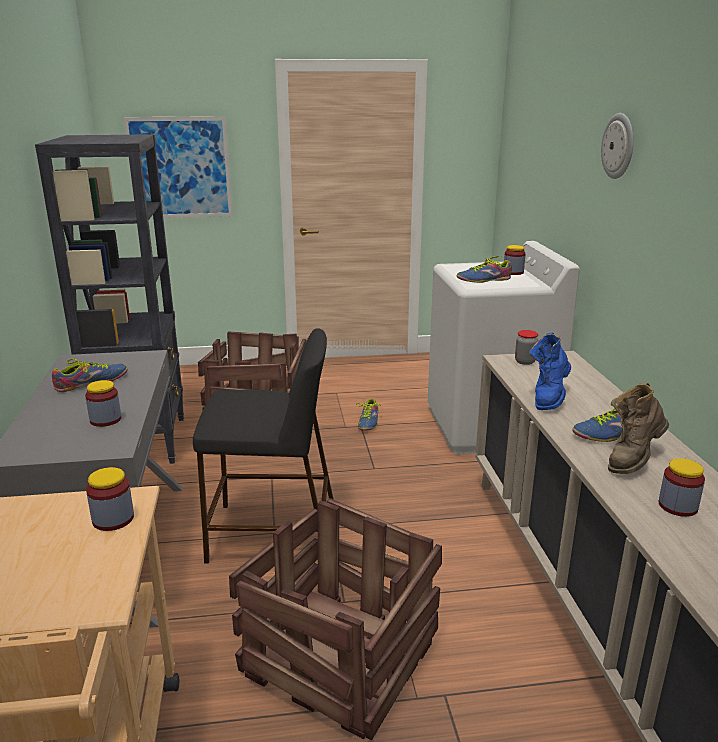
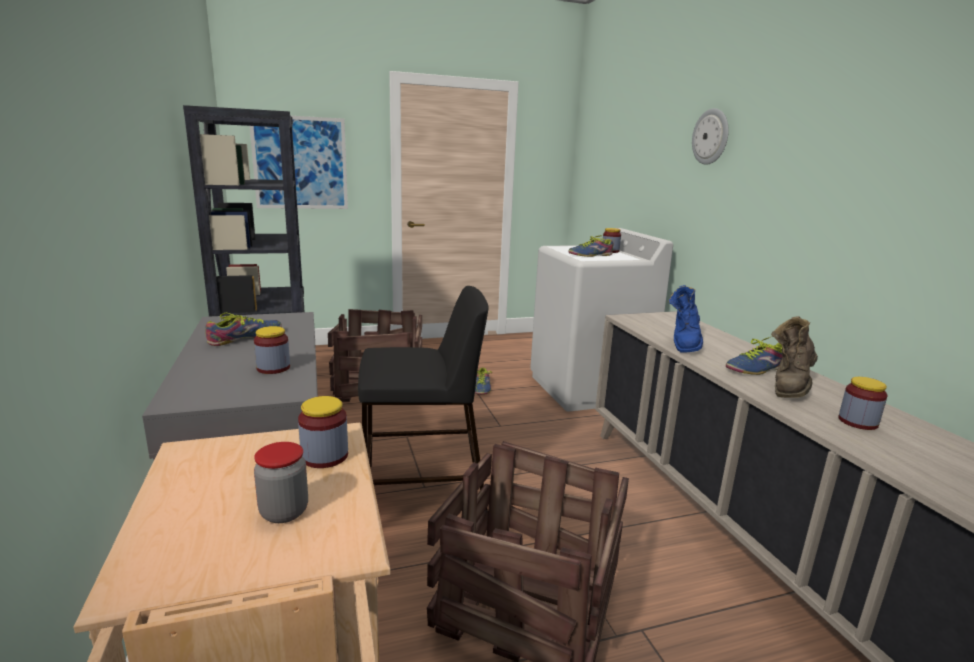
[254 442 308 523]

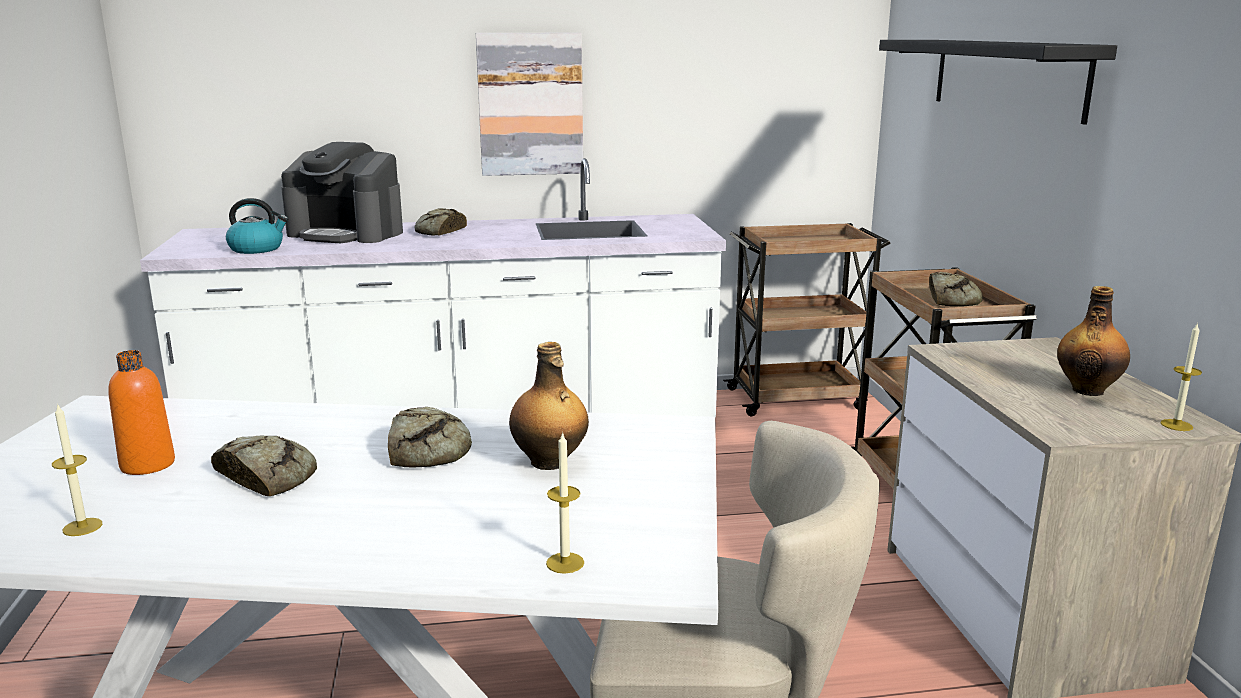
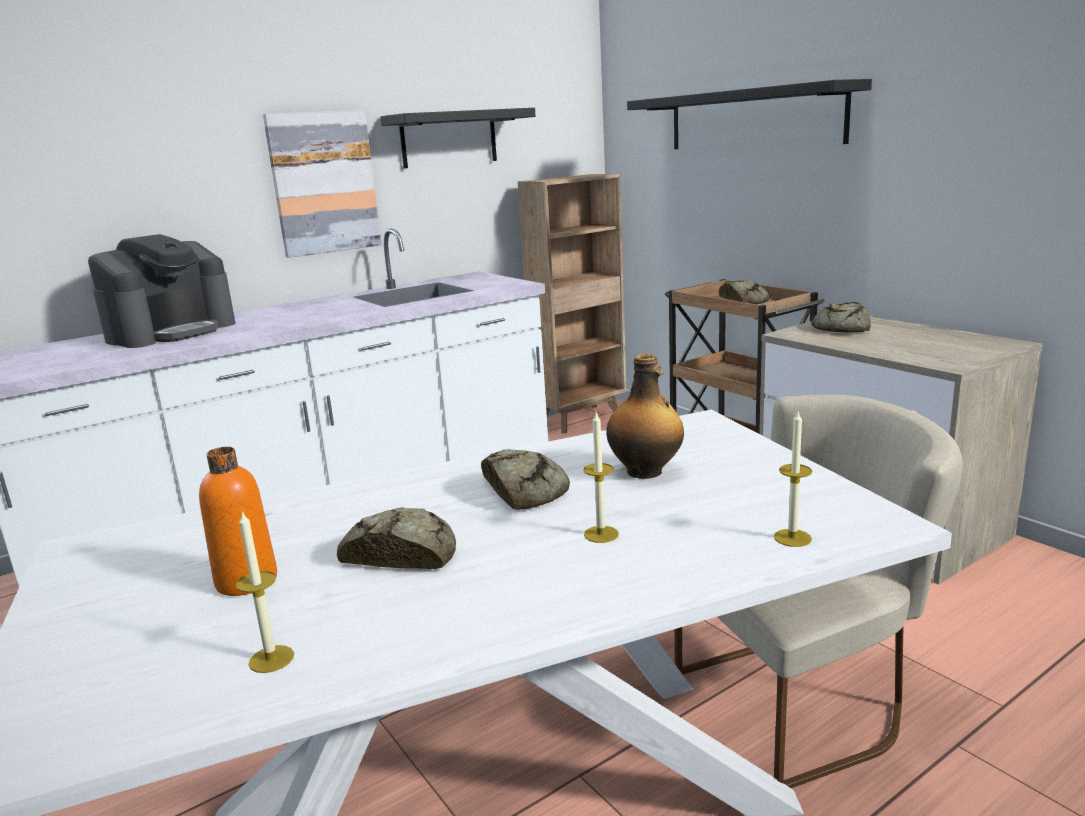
[88 234 235 348]
[380 108 535 169]
[518 174 626 434]
[583 413 619 543]
[811 302 871 332]
[226 198 288 254] (first image)
[1057 286 1130 396] (first image)

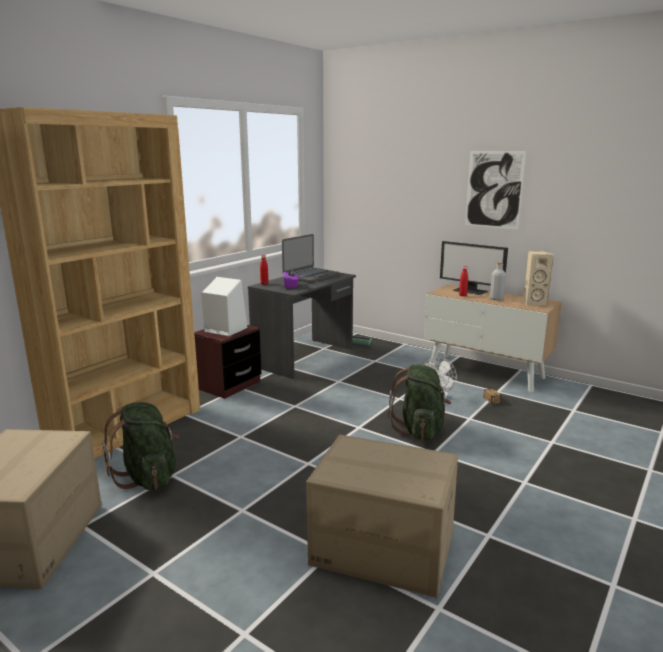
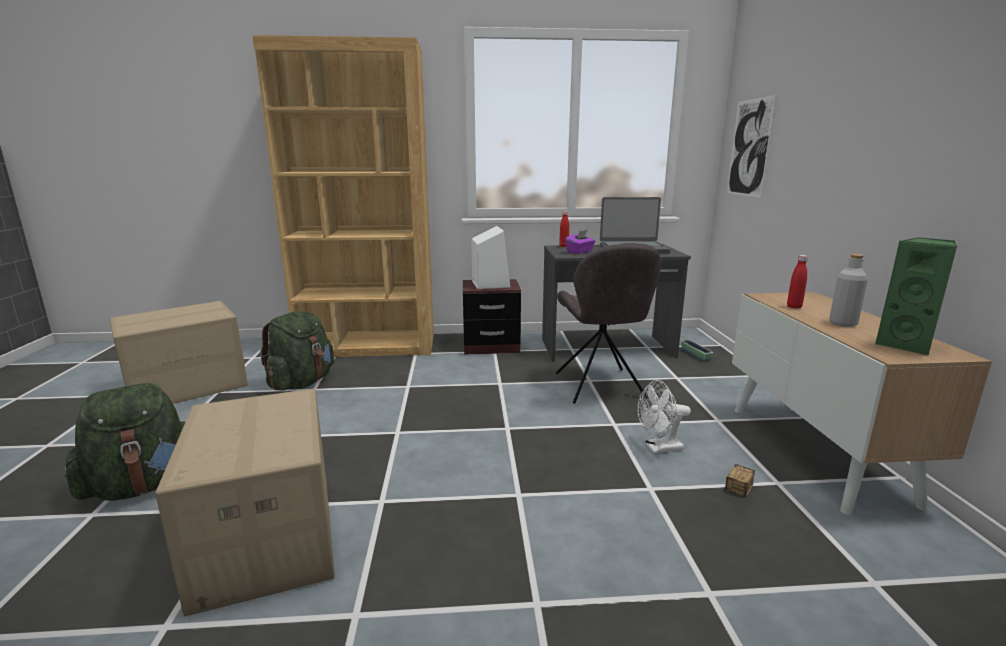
[65 383 185 501]
[556 243 661 404]
[727 95 776 198]
[875 237 957 355]
[440 241 508 295] (first image)

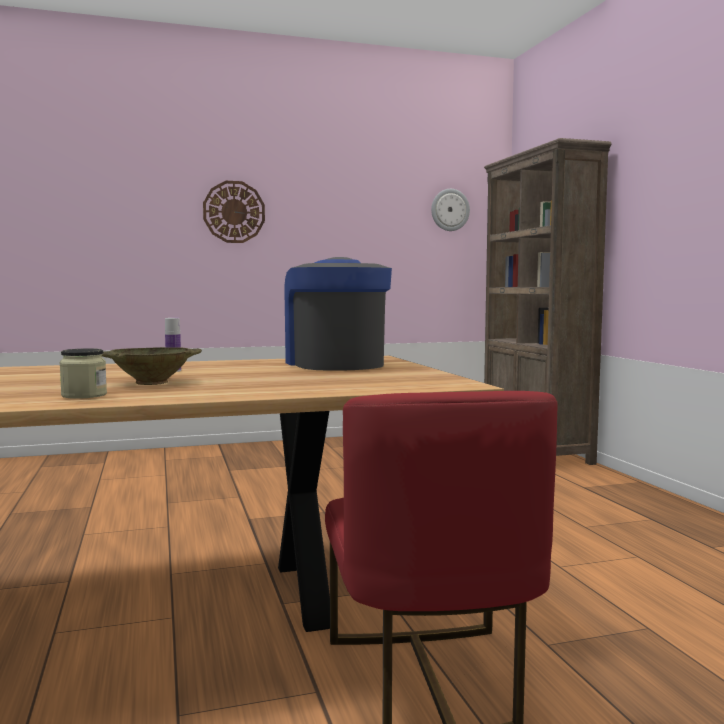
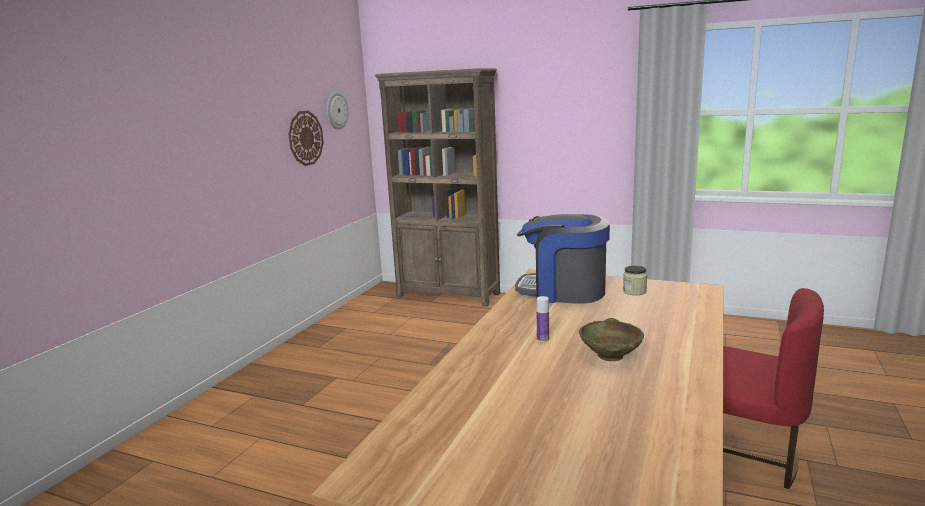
[288 111 324 166]
[623 265 647 295]

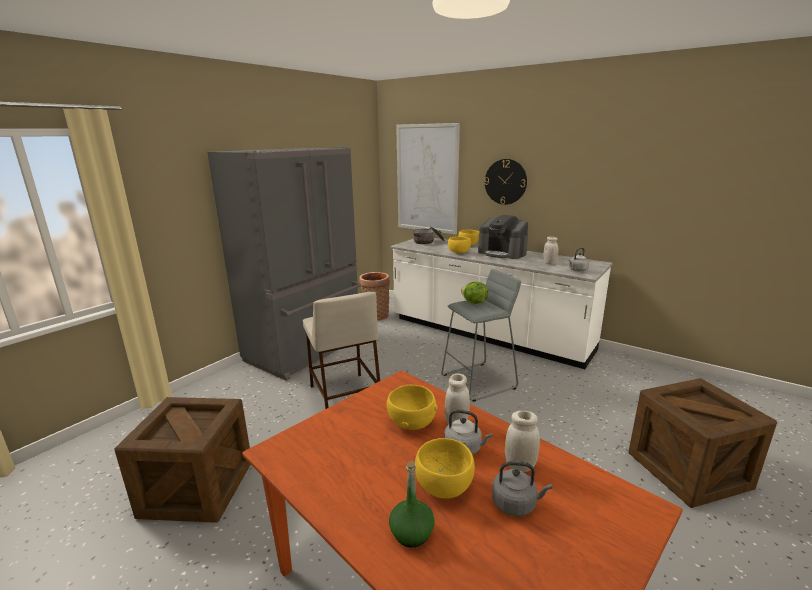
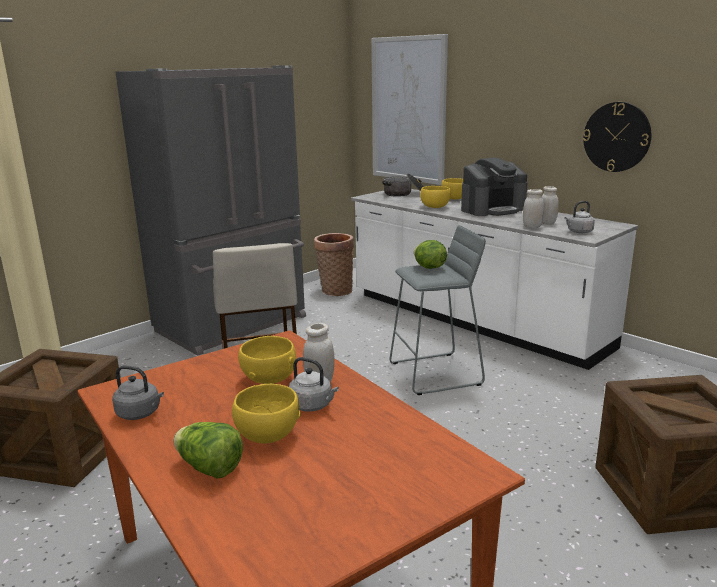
[112 365 164 420]
[173 422 243 479]
[461 158 528 216]
[523 189 544 228]
[583 102 651 172]

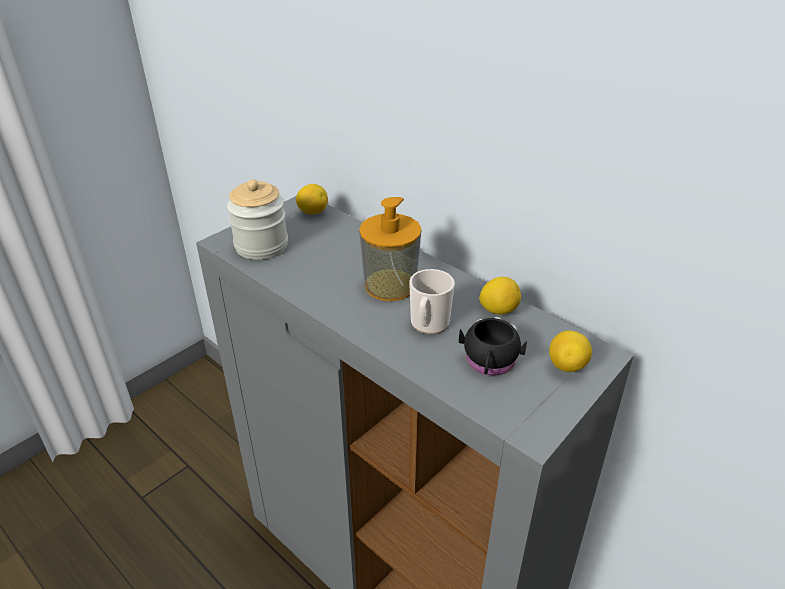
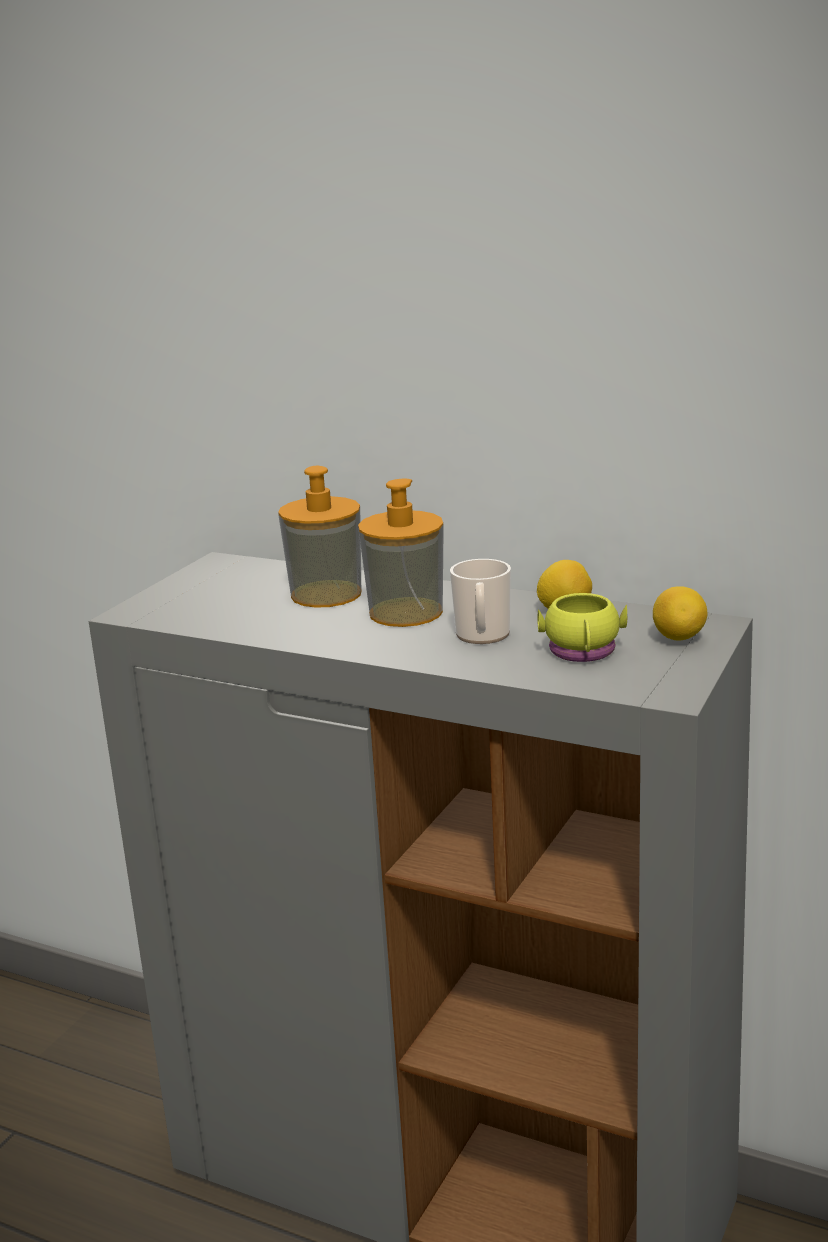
[278 466 362 608]
[537 593 627 662]
[227 179 288 260] (first image)
[296 184 328 215] (first image)

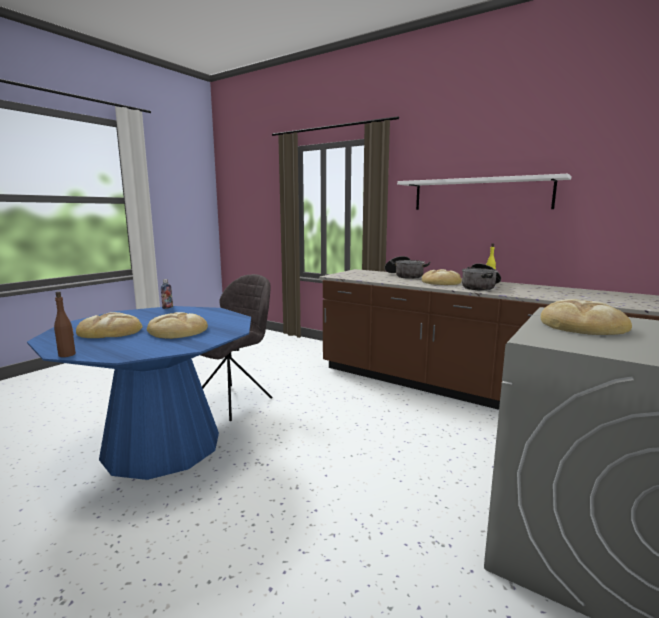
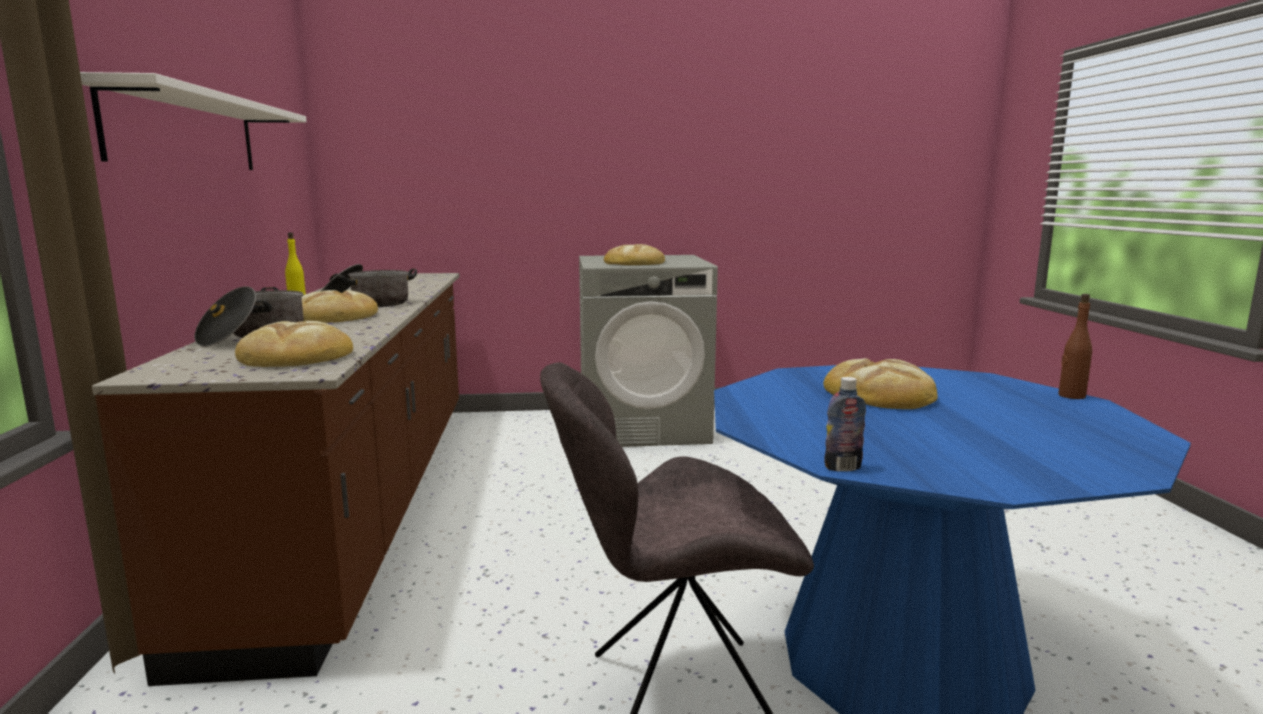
[235 321 353 367]

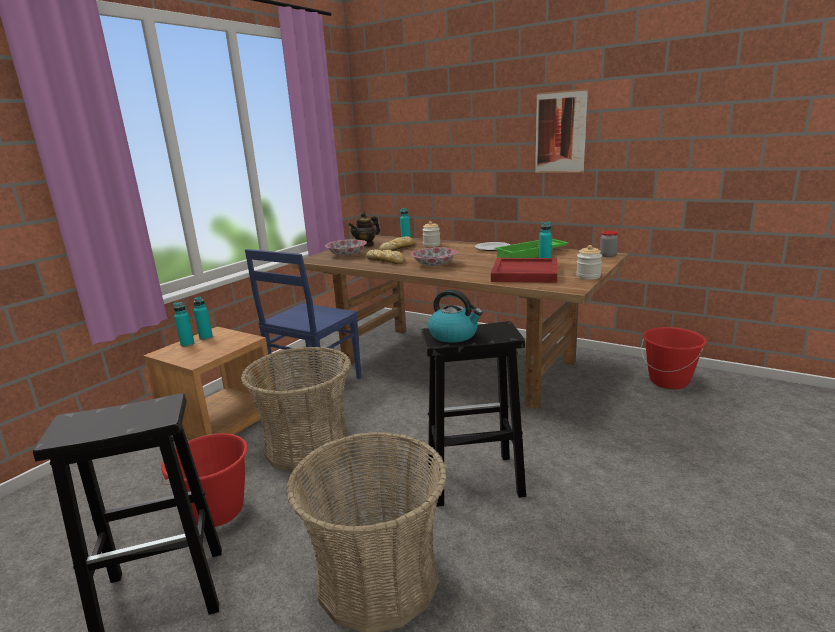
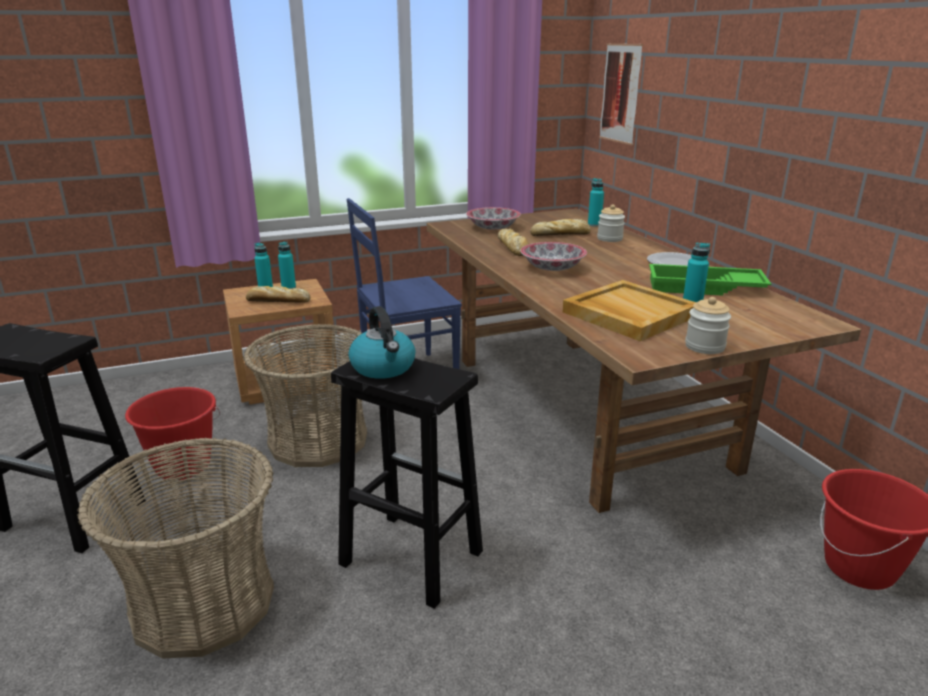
[246 286 310 303]
[563 280 696 341]
[599 43 643 145]
[348 212 380 247] (first image)
[600 231 618 257] (first image)

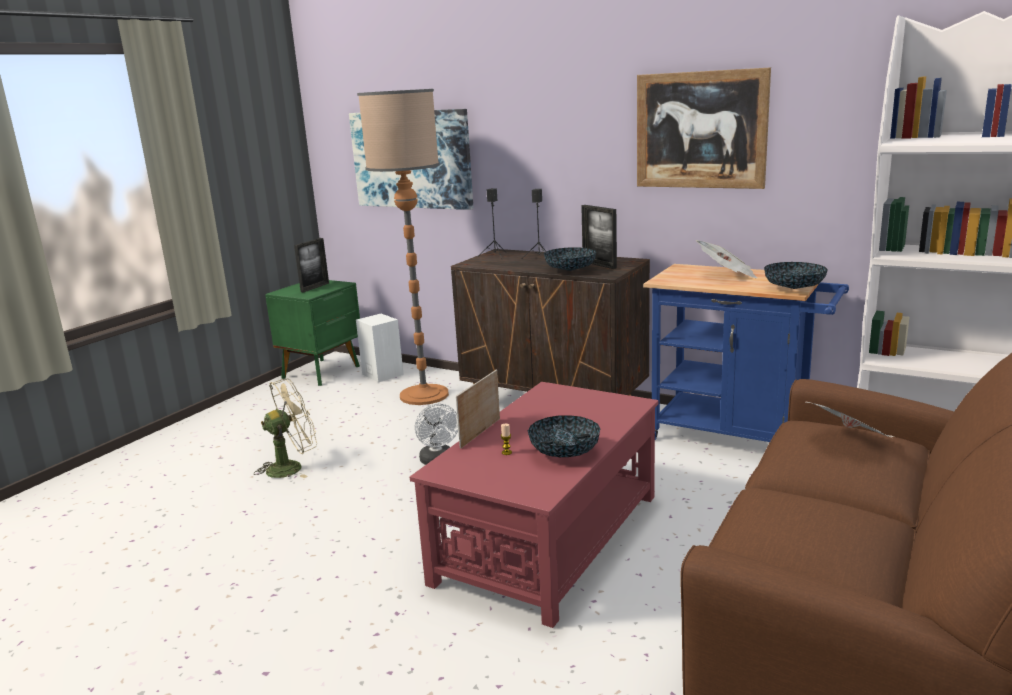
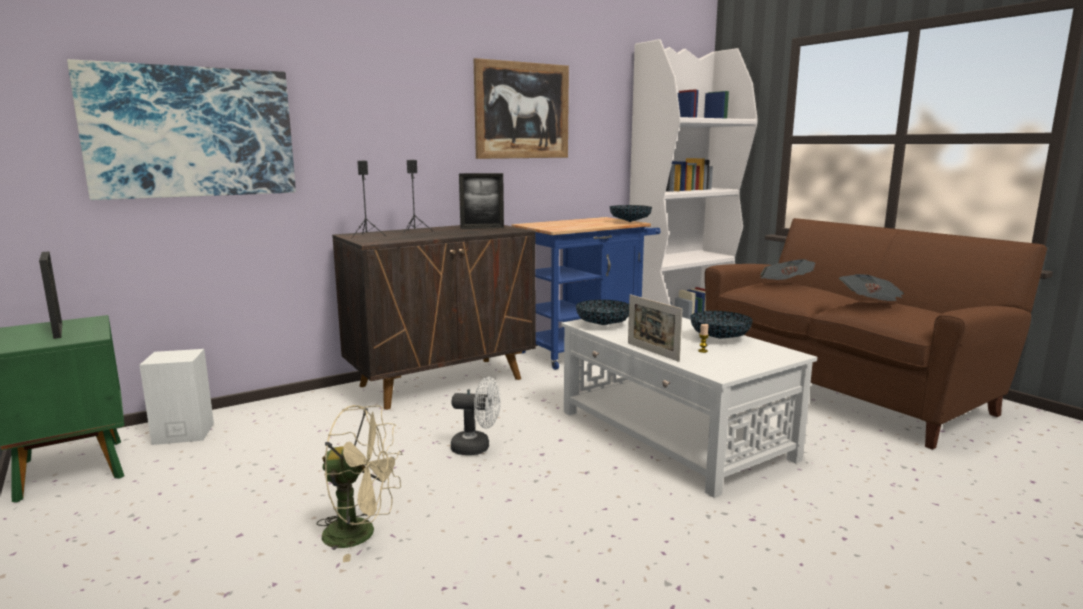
[316 405 402 562]
[561 316 817 498]
[576 300 629 325]
[839 274 904 301]
[357 89 449 405] (first image)

